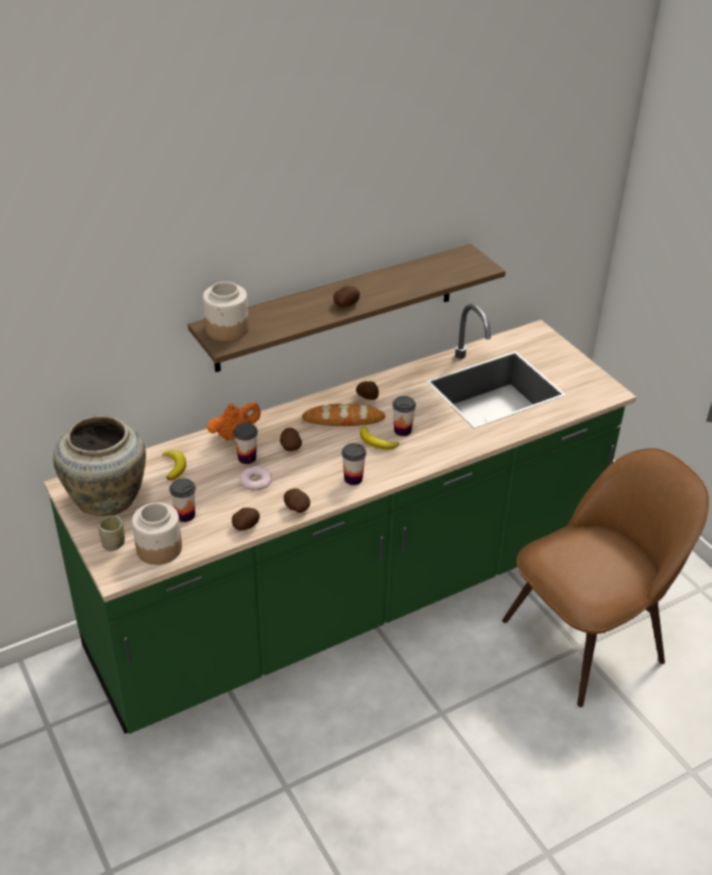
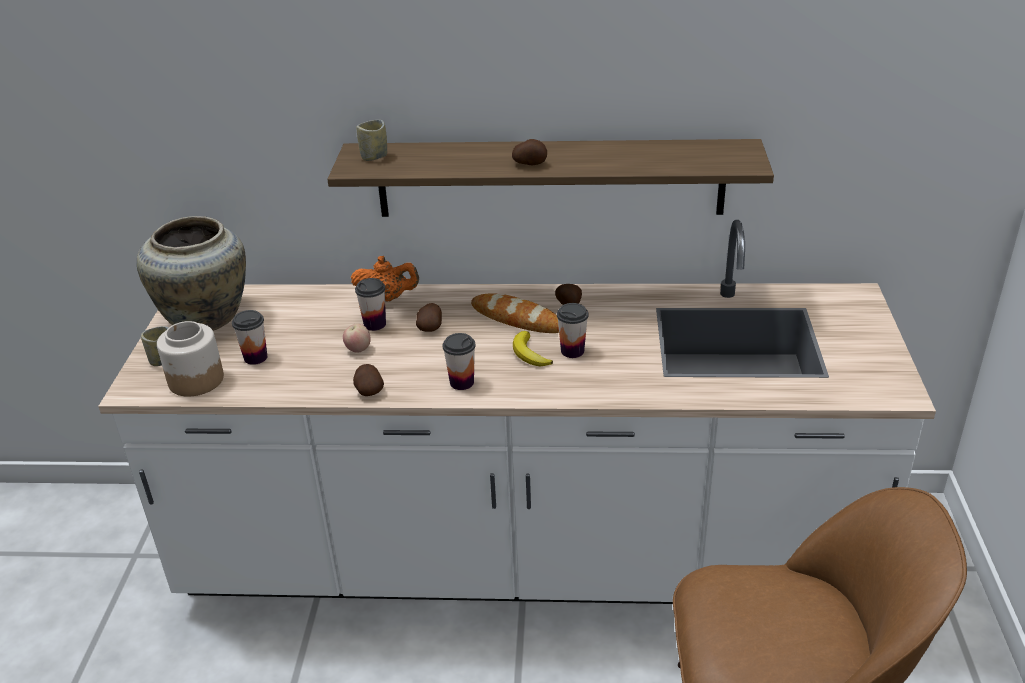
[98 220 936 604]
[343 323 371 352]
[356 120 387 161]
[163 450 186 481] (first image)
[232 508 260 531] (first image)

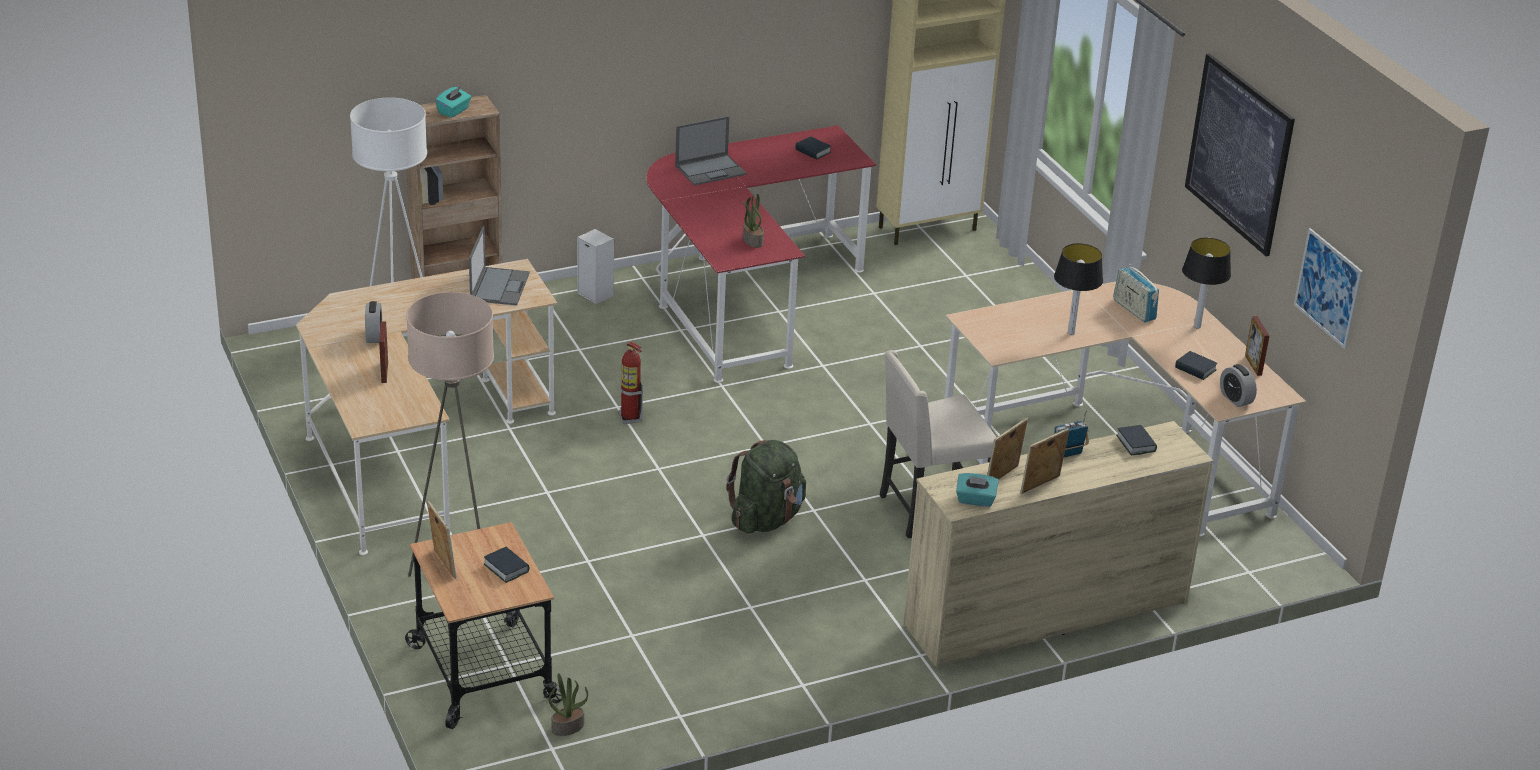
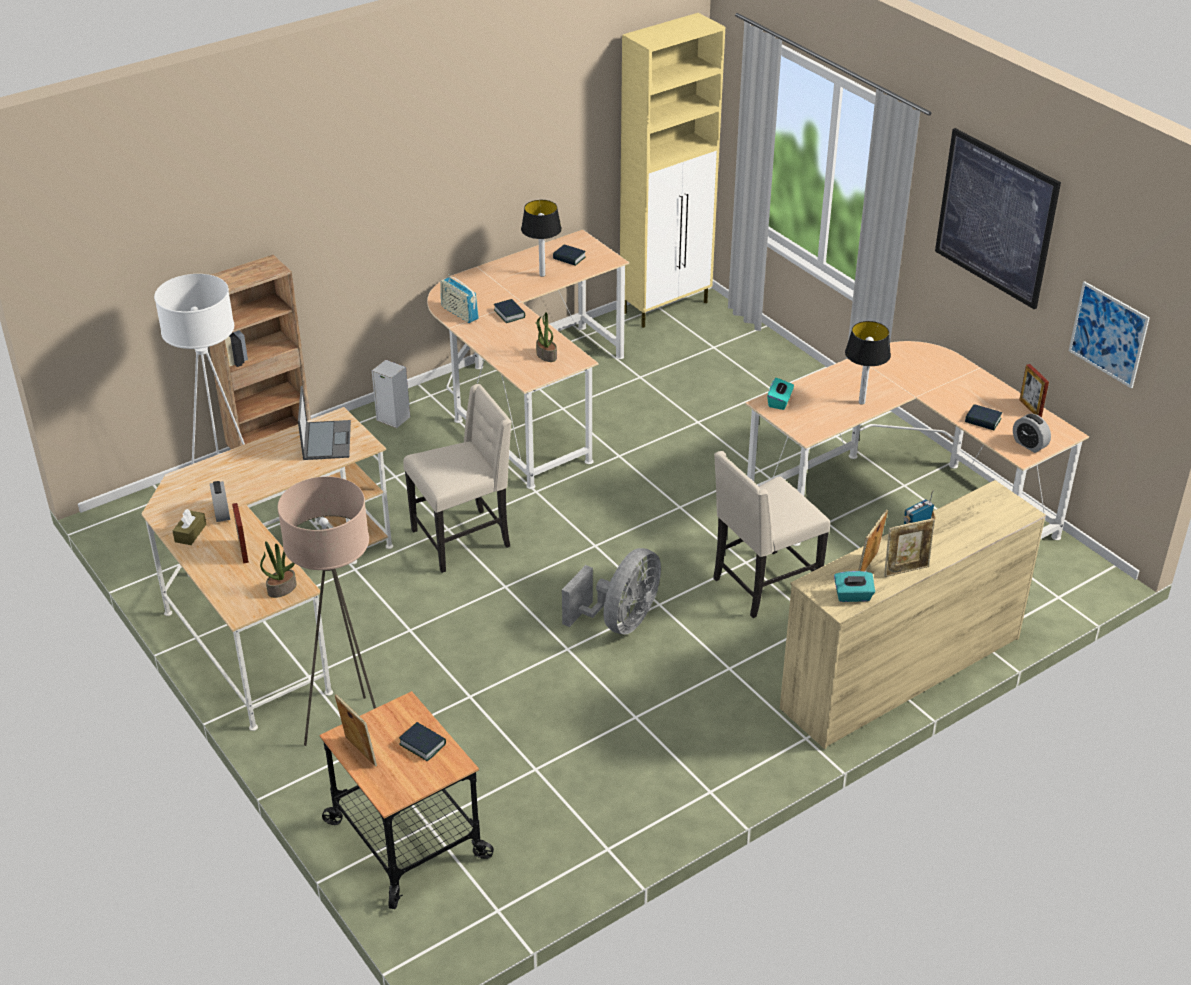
[173 509 207 545]
[260 541 297 598]
[403 384 512 573]
[427 230 629 489]
[441 274 479 323]
[494 299 525 323]
[521 200 562 277]
[562 548 661 635]
[767 378 794 410]
[884 518 935 577]
[675 116 747 186] (first image)

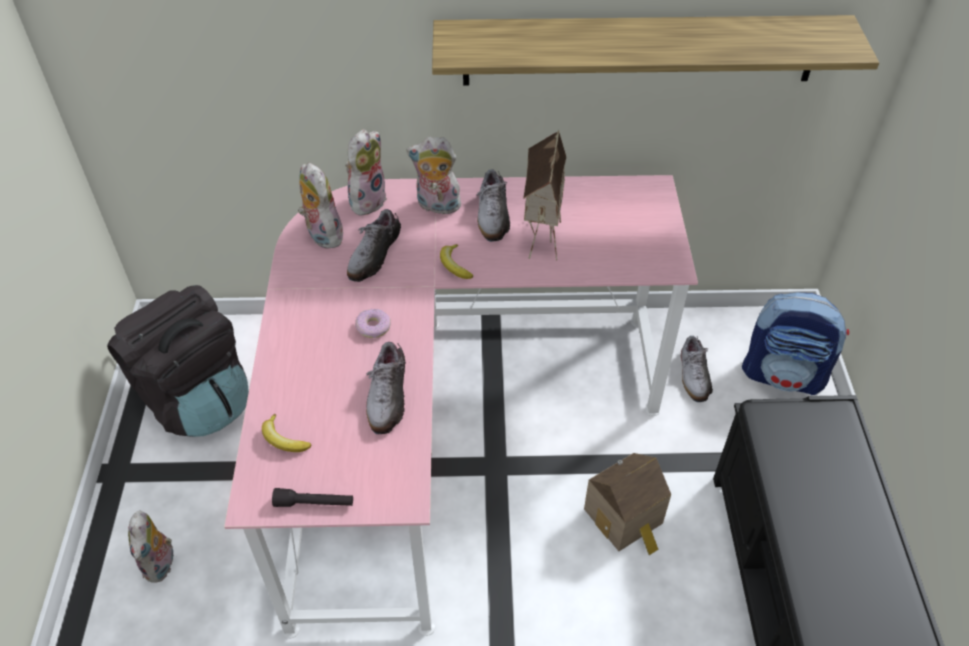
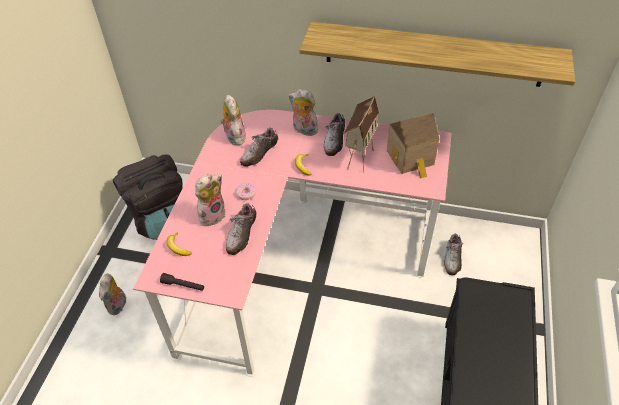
[195 174 225 226]
[387 113 440 179]
[742 293 849 395] (first image)

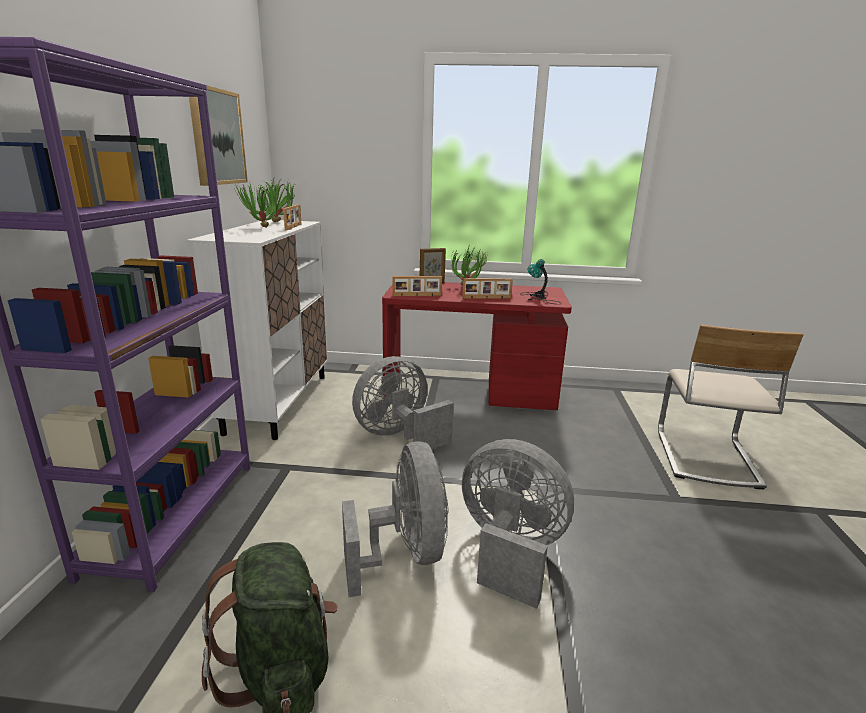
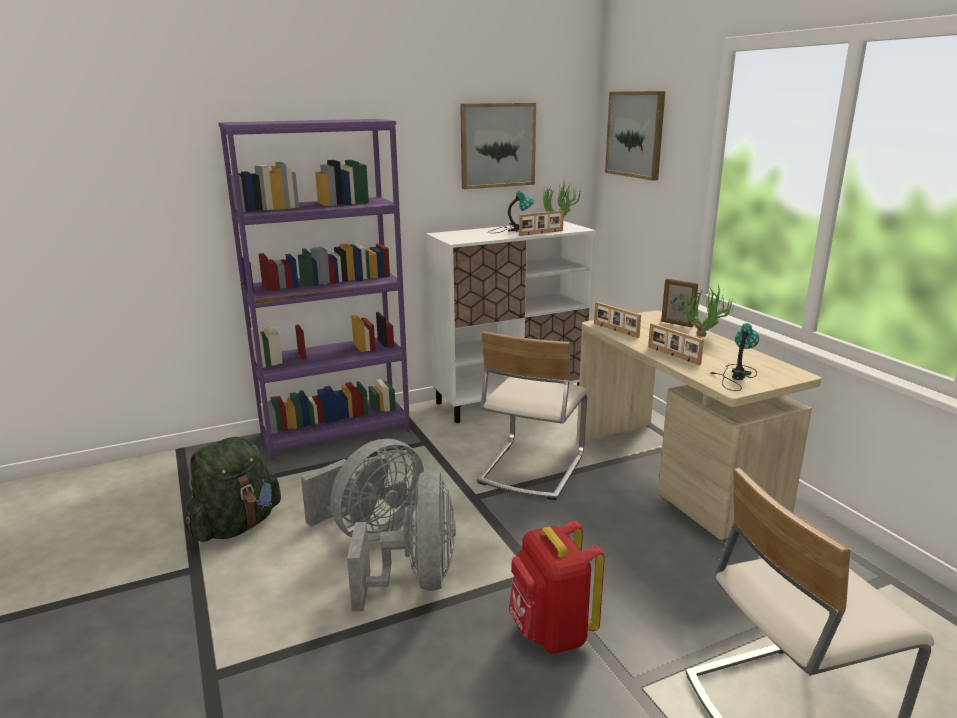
[477 331 588 500]
[488 191 535 233]
[509 520 605 654]
[577 310 821 540]
[605 91 665 181]

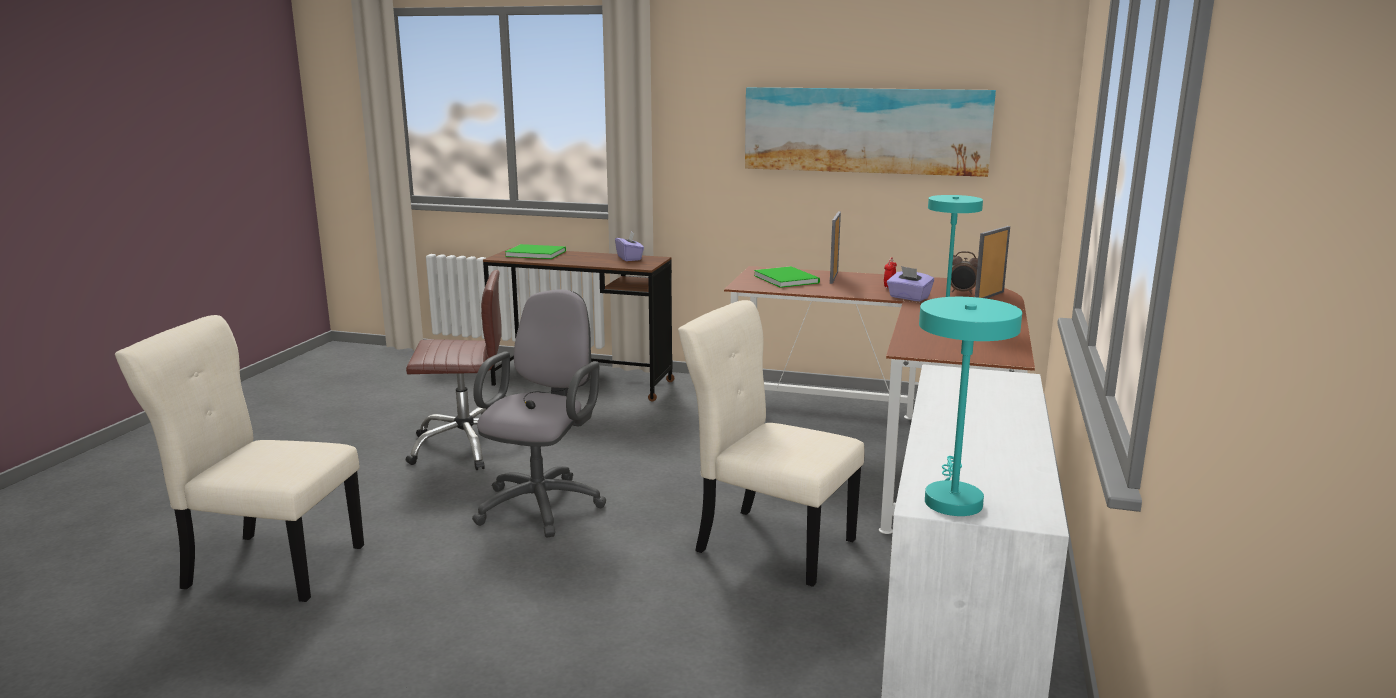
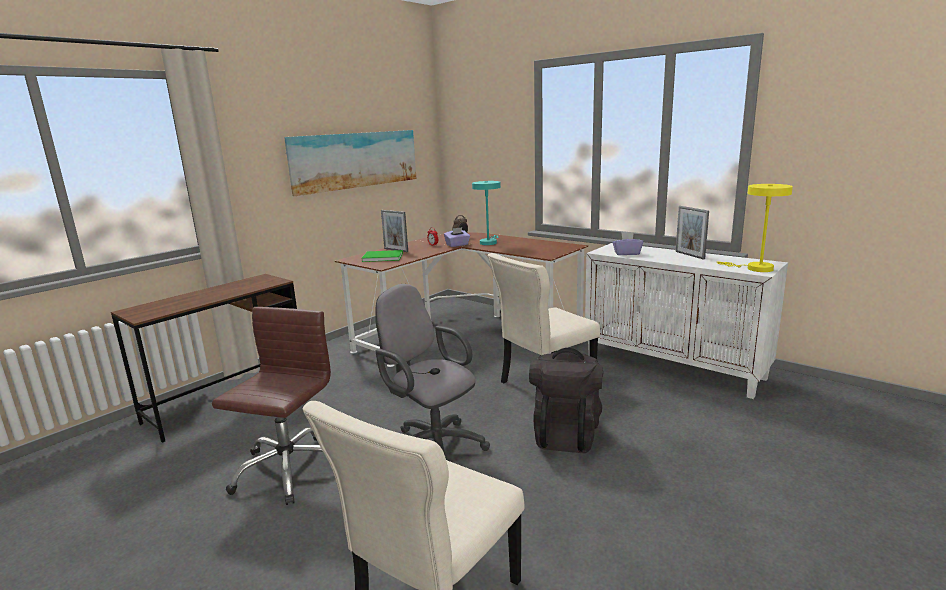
[529 348 604 453]
[612 232 643 255]
[676 206 709 260]
[717 184 793 272]
[505 244 566 259] (first image)

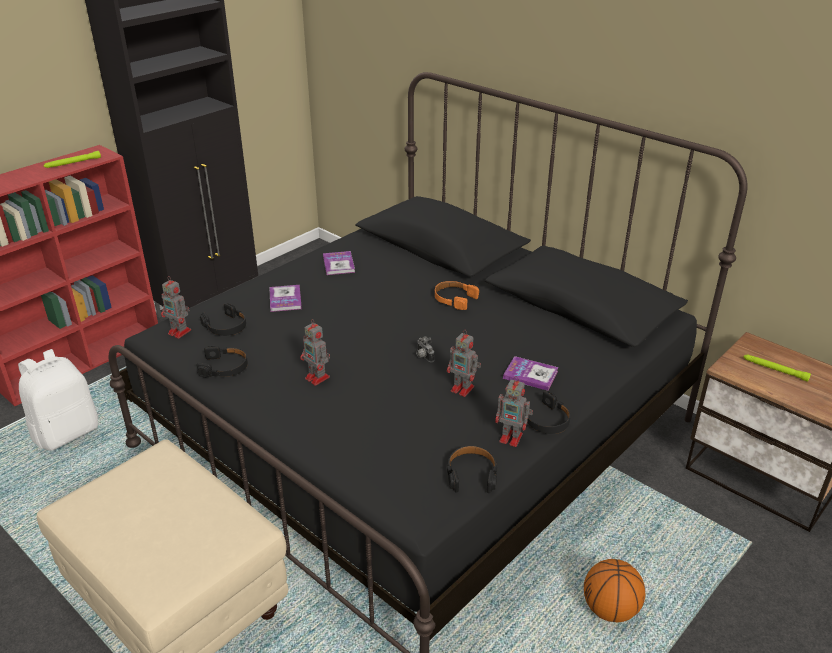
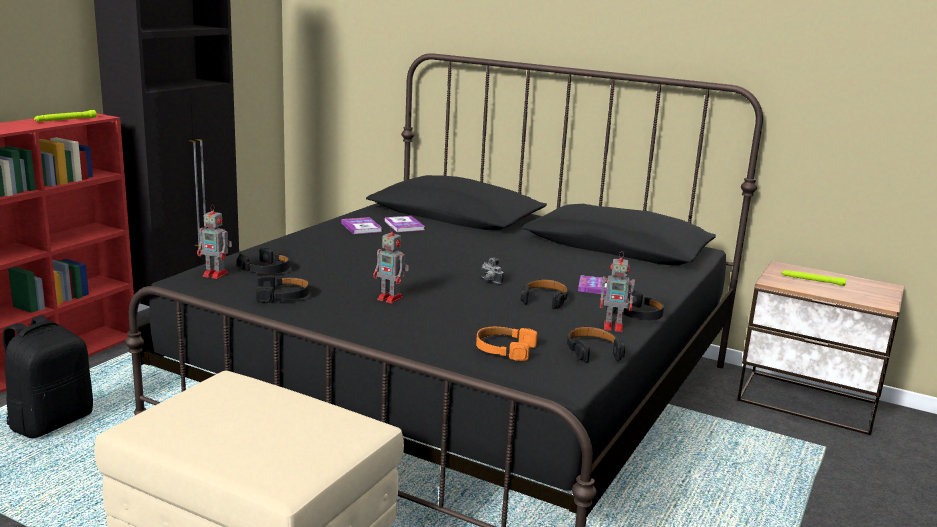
[3 315 93 438]
[384 216 425 232]
[476 327 537 361]
[521 279 568 309]
[584 559 646 622] (first image)

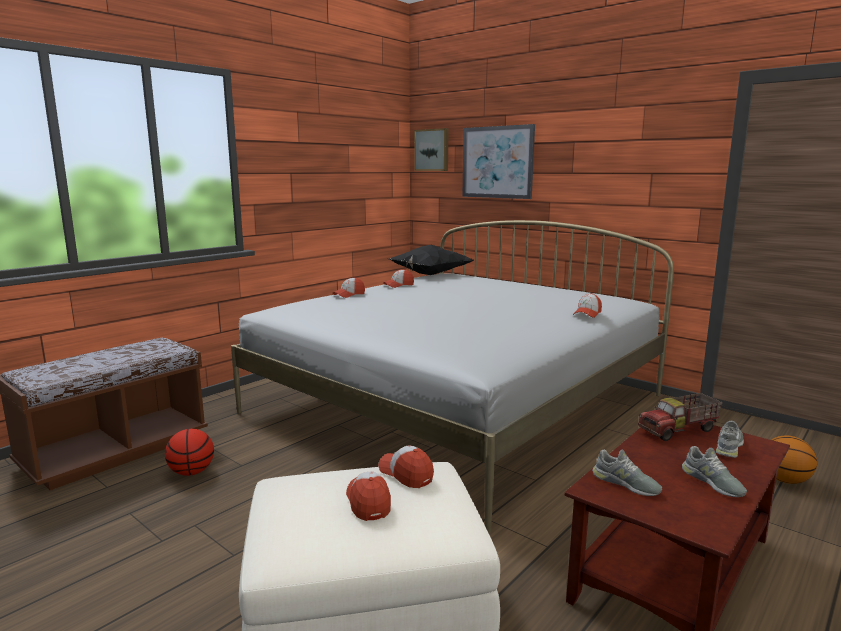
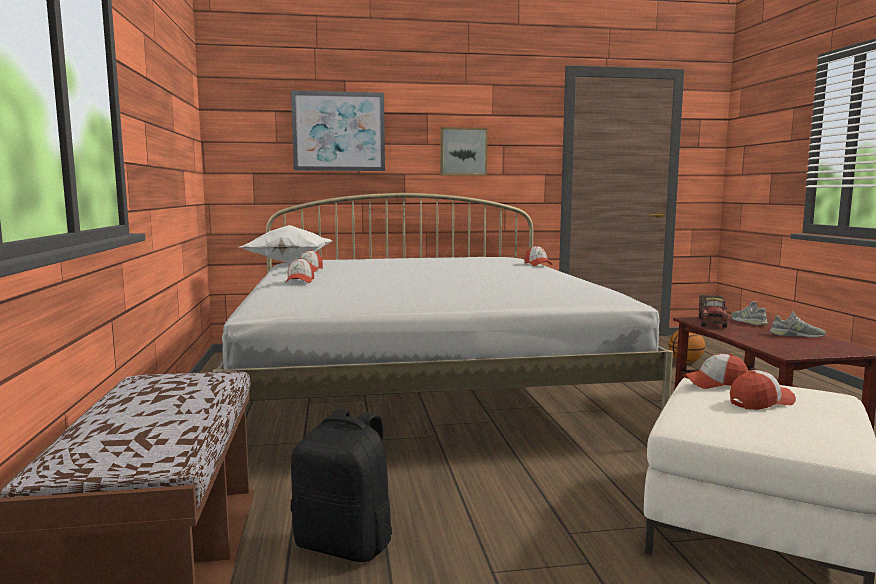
[240 225 332 263]
[291 409 393 562]
[440 127 488 176]
[730 370 796 410]
[592 450 662 496] (first image)

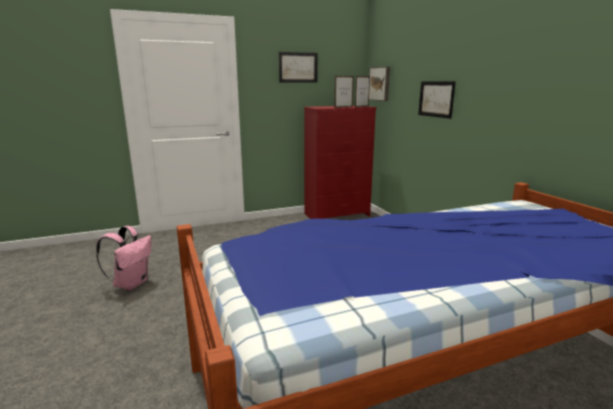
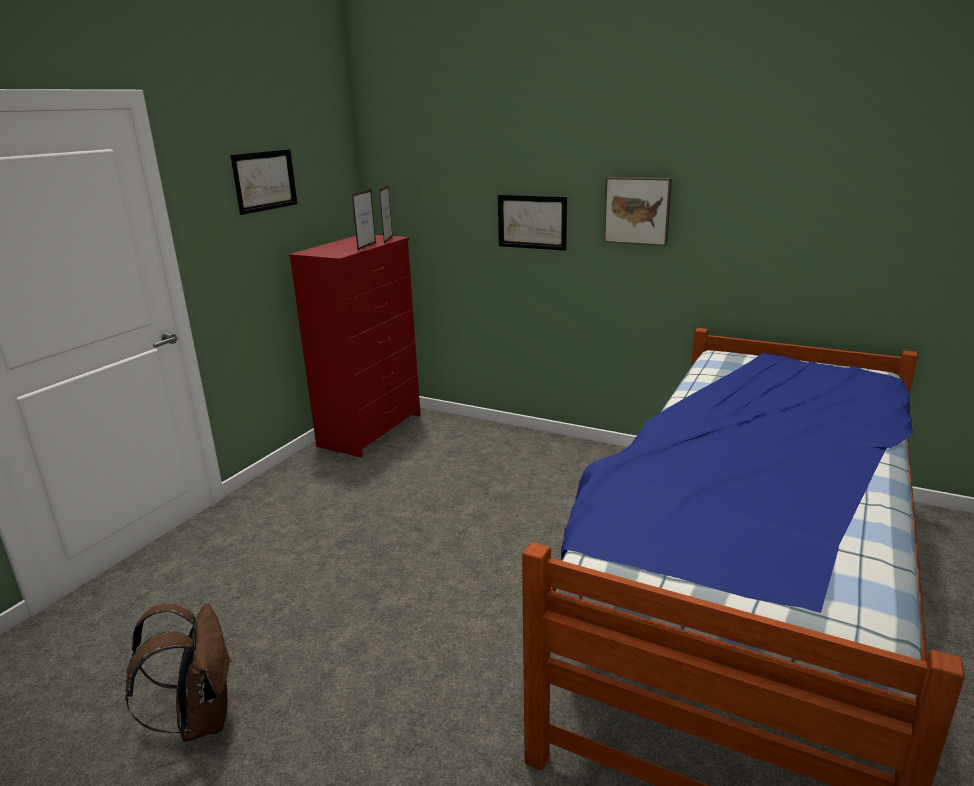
[125 603 232 742]
[604 177 672 246]

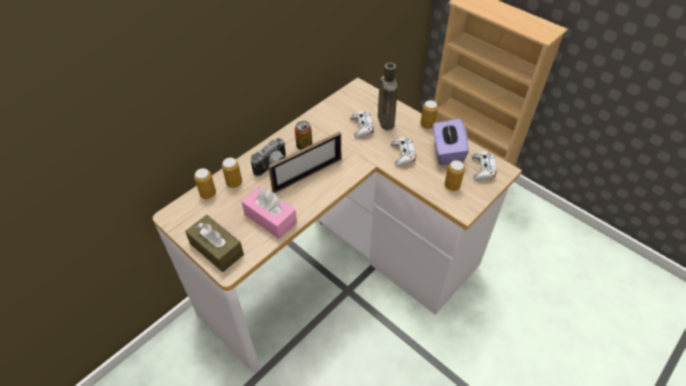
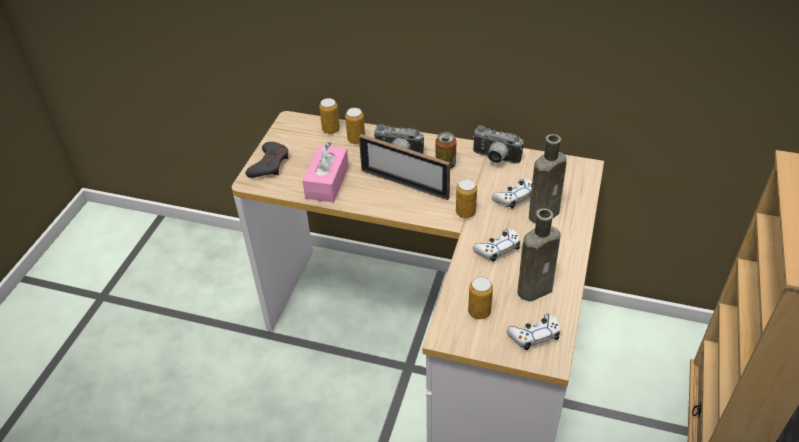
[245 142 288 178]
[456 179 477 218]
[473 125 524 164]
[517 208 561 301]

